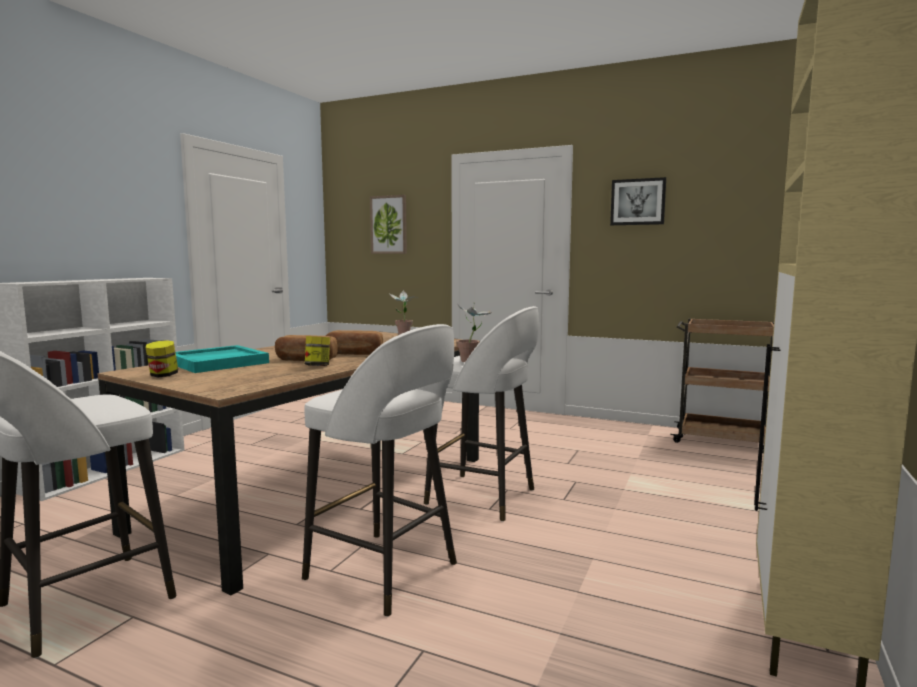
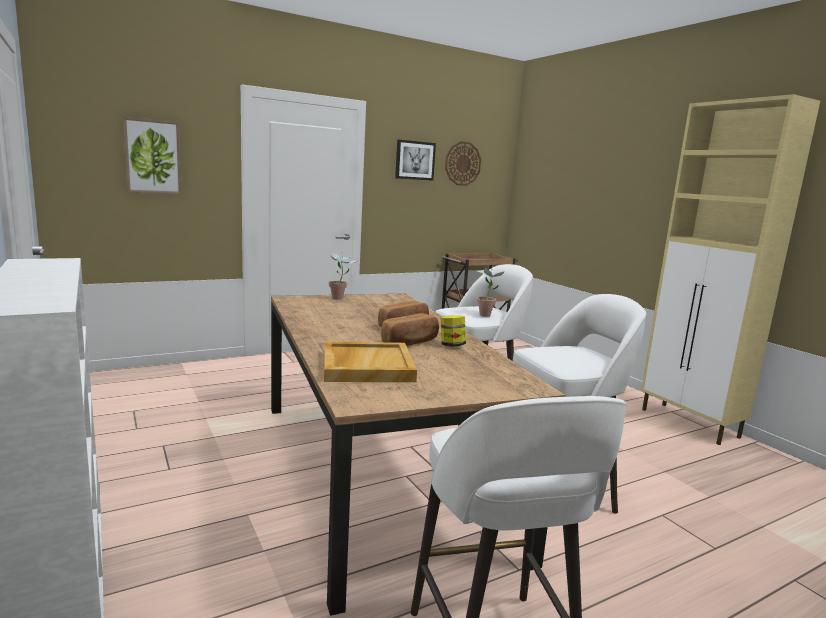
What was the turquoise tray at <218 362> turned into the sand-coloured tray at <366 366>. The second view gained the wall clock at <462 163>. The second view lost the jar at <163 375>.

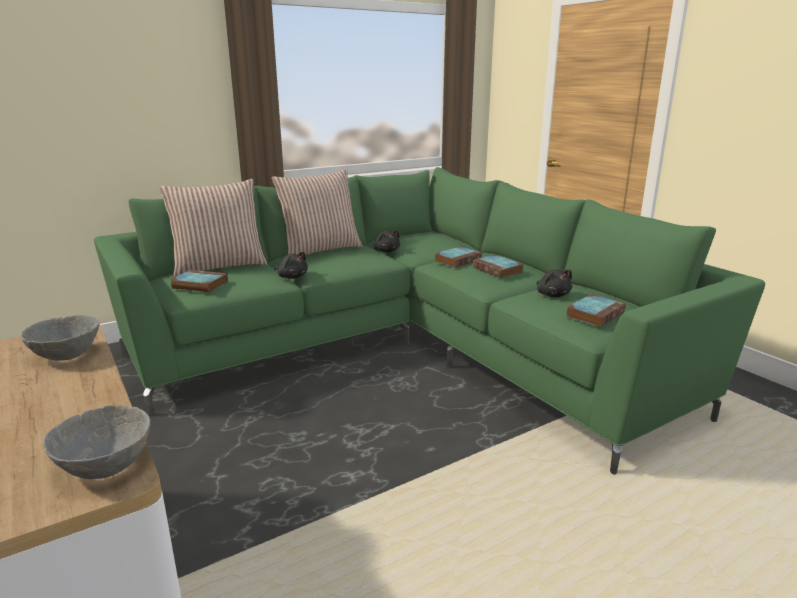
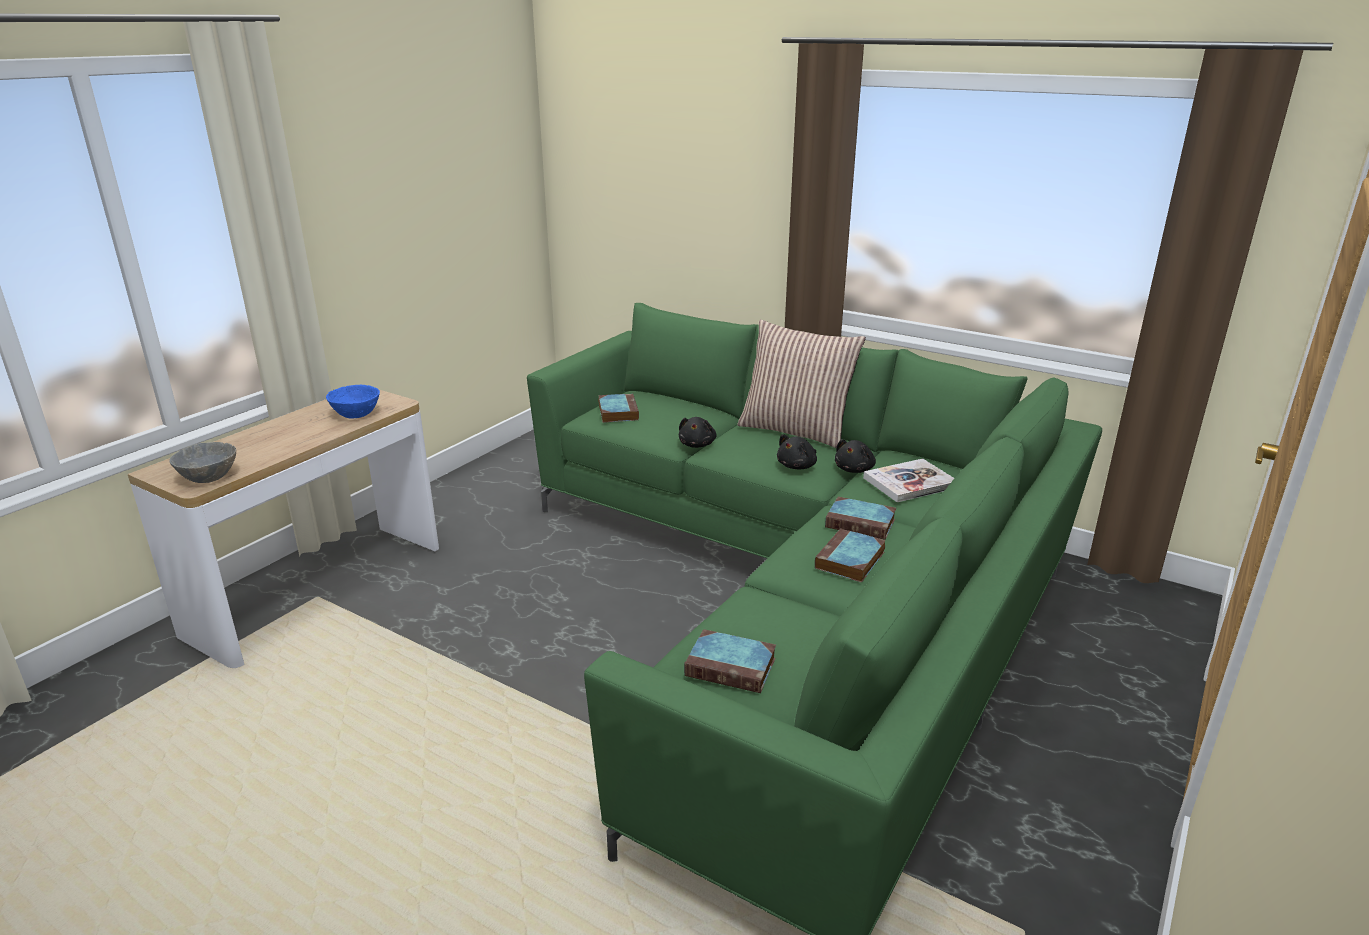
What was the greyish bowl at <67 355> turned into the bluish bowl at <356 414>. The black cuddly toy ended up elsewhere, having gone from <552 295> to <798 466>. The second view gained the bound book at <910 483>. The second view lost the cushion at <219 266>.

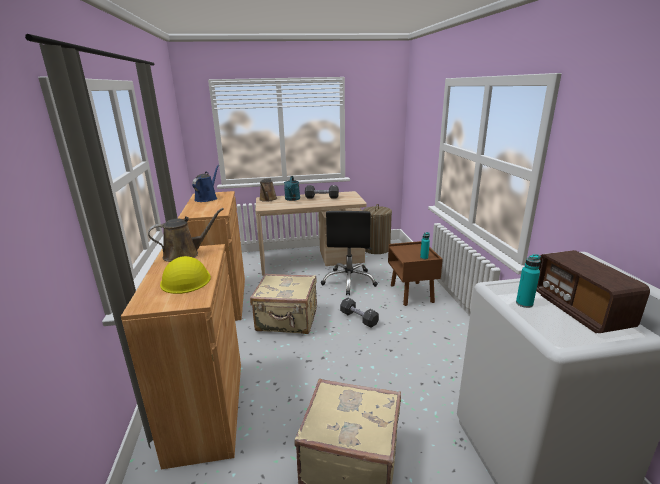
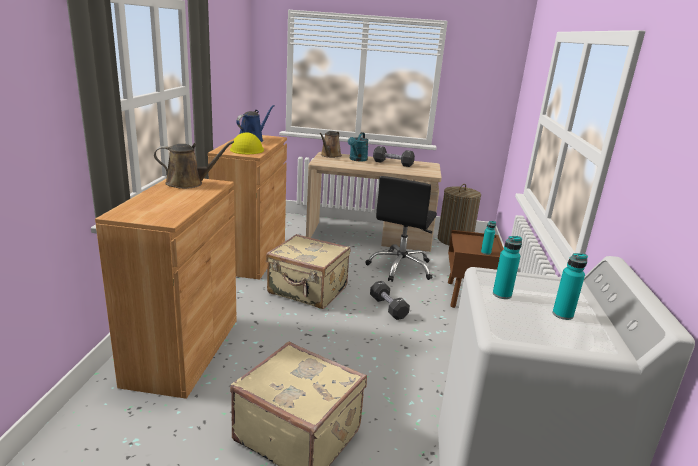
The yellow-coloured safety helmet ended up elsewhere, having gone from <185 279> to <247 149>. Where the radio stood at <580 310>, the turquoise beverage bottle came to stand at <562 314>.

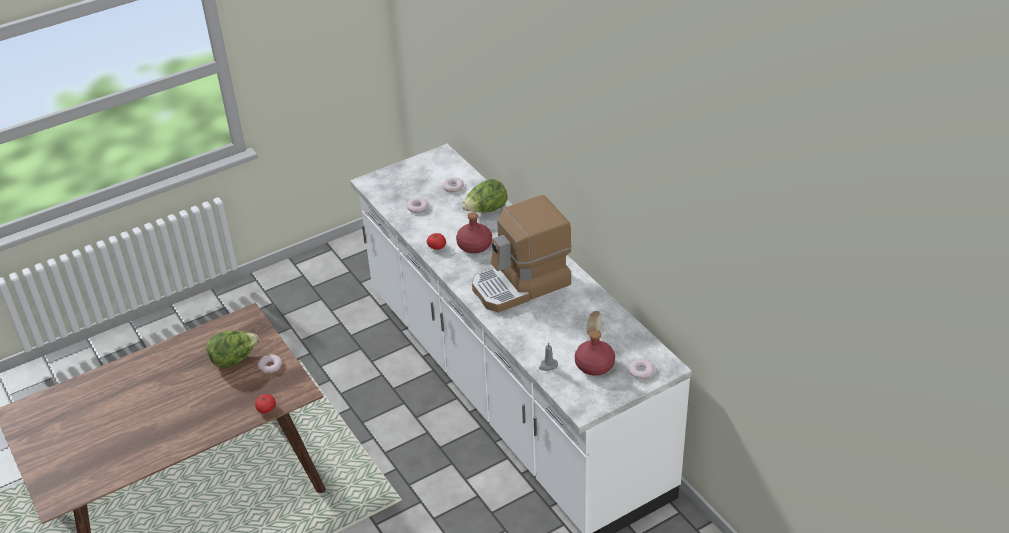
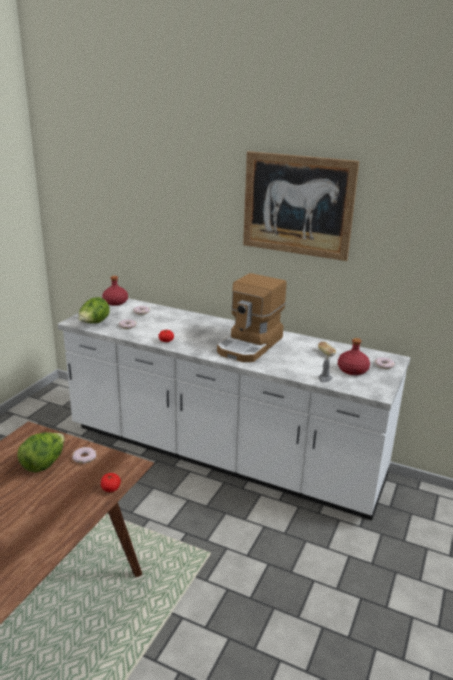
The lettuce ended up elsewhere, having gone from <486 211> to <94 323>. The red-coloured beverage bottle ended up elsewhere, having gone from <474 245> to <115 302>. The second view gained the picture at <297 205>.

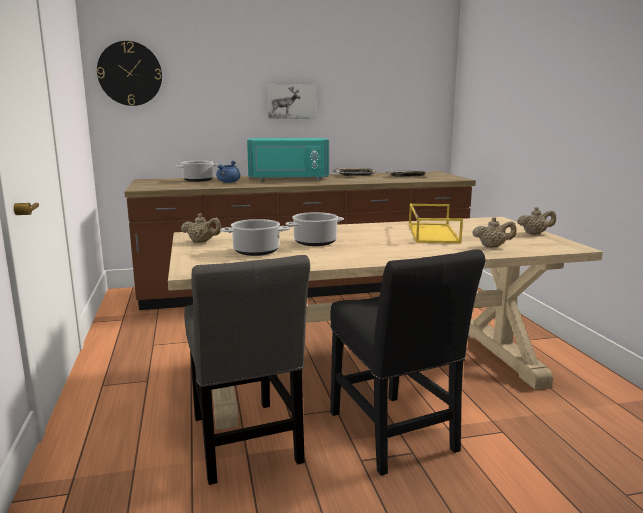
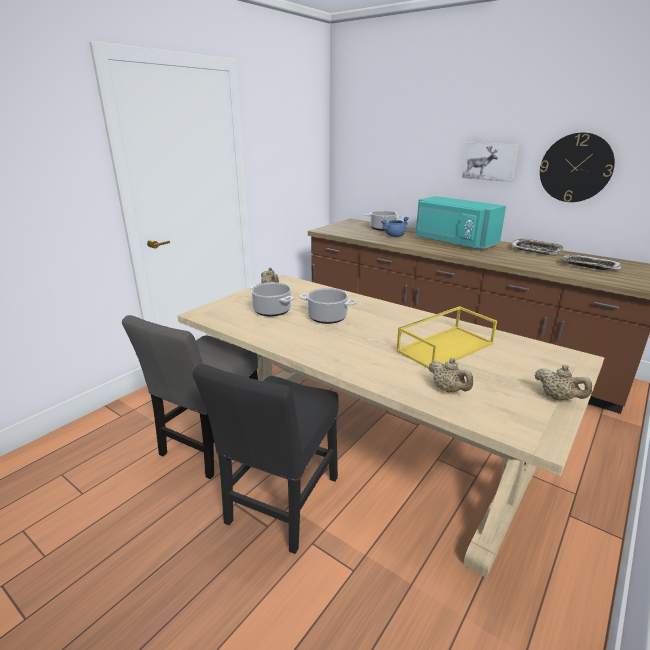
The wall clock ended up elsewhere, having gone from <130 73> to <575 168>.

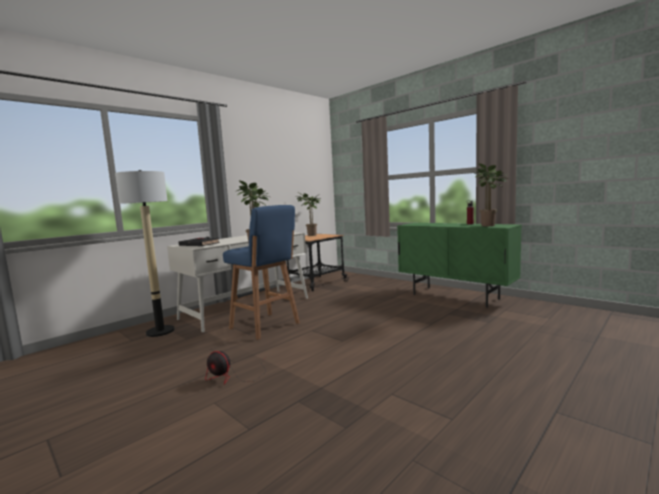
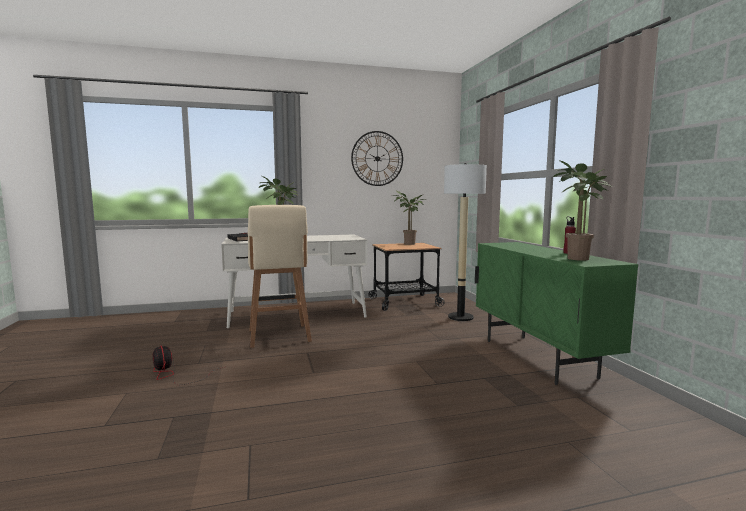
What was the bluish sitting stool at <266 326> turned into the sand-coloured sitting stool at <279 336>. The second view gained the wall clock at <377 158>. The standard lamp ended up elsewhere, having gone from <160 331> to <460 317>.

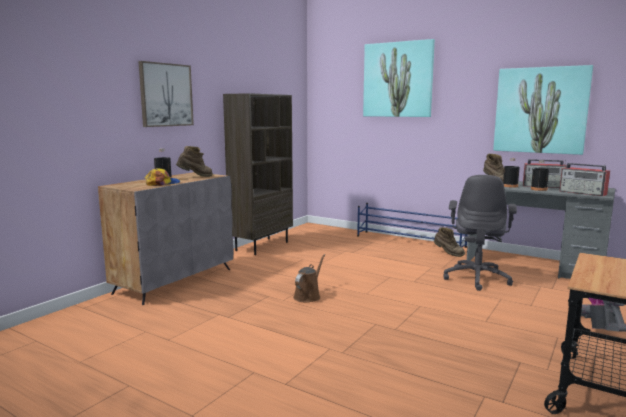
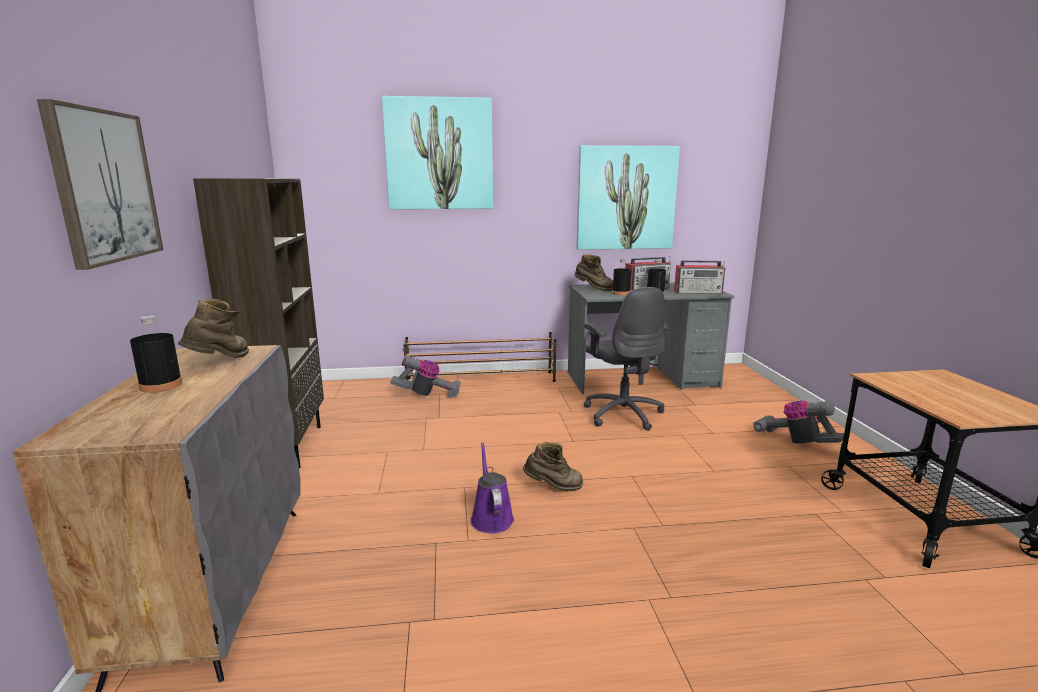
The second view gained the vacuum cleaner at <427 395>. What was the bluish shoe stand at <410 241> turned into the brown shoe stand at <481 380>. What was the brown watering pot at <308 296> turned into the purple-coloured watering pot at <491 517>. The brown tall boot ended up elsewhere, having gone from <448 253> to <553 487>. The second view lost the peaked cap at <162 183>.

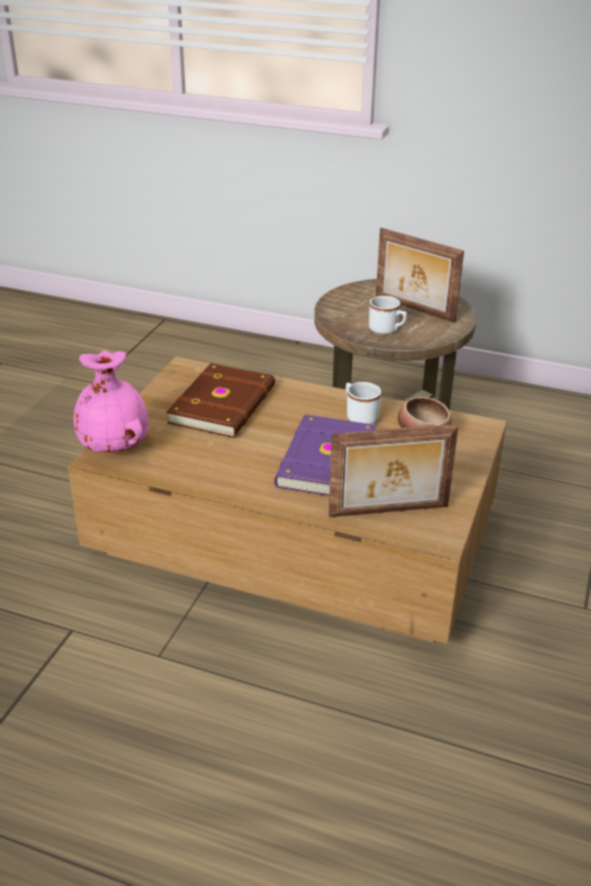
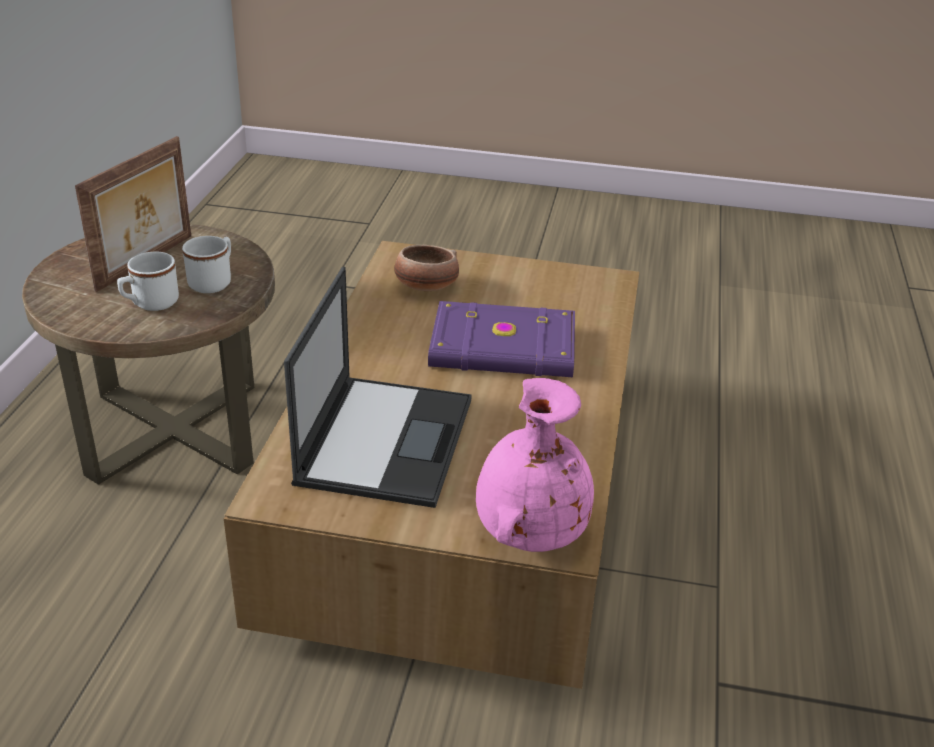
The white-coloured mug ended up elsewhere, having gone from <359 415> to <150 304>. Where the brown bound book stood at <225 405>, the laptop came to stand at <385 439>. The second view lost the photo frame at <389 512>.

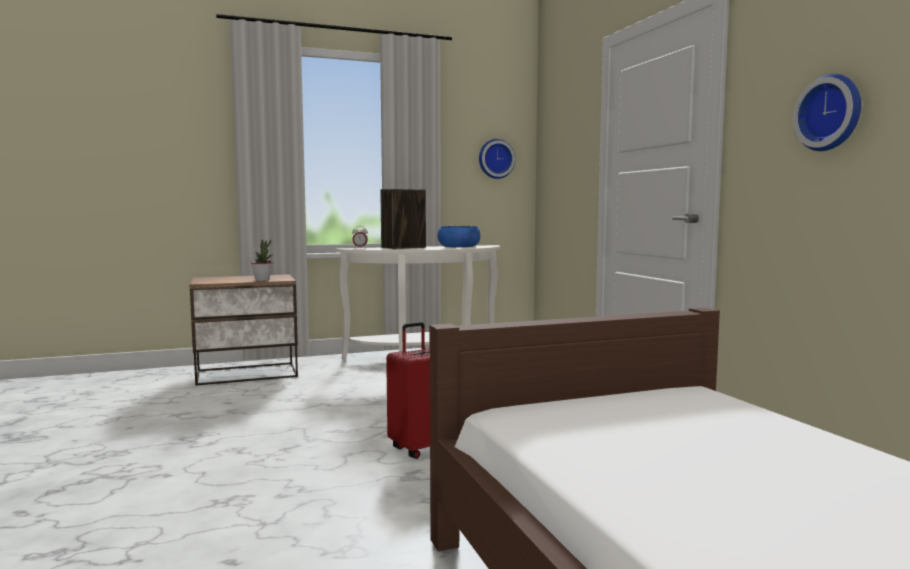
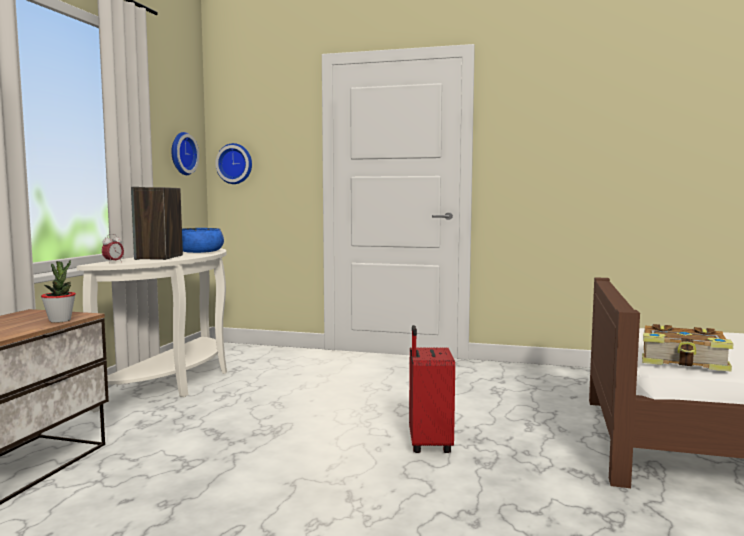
The wall clock ended up elsewhere, having gone from <831 113> to <235 164>. The second view gained the bound book at <684 361>.

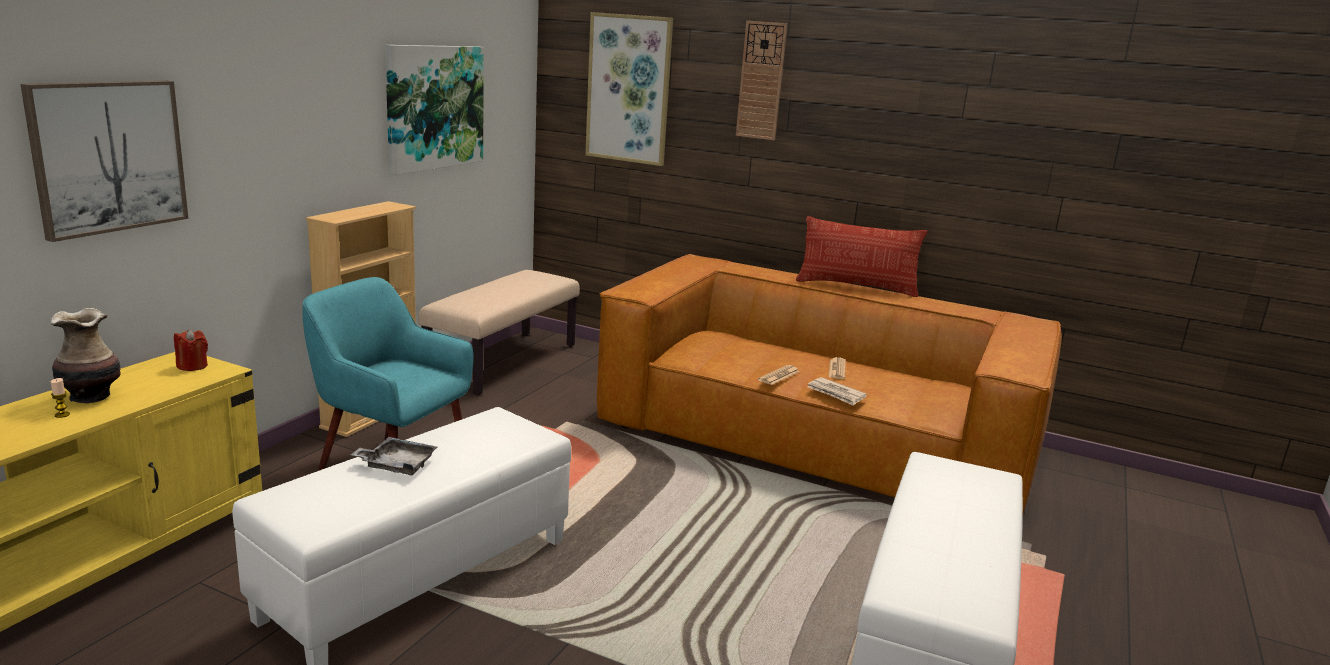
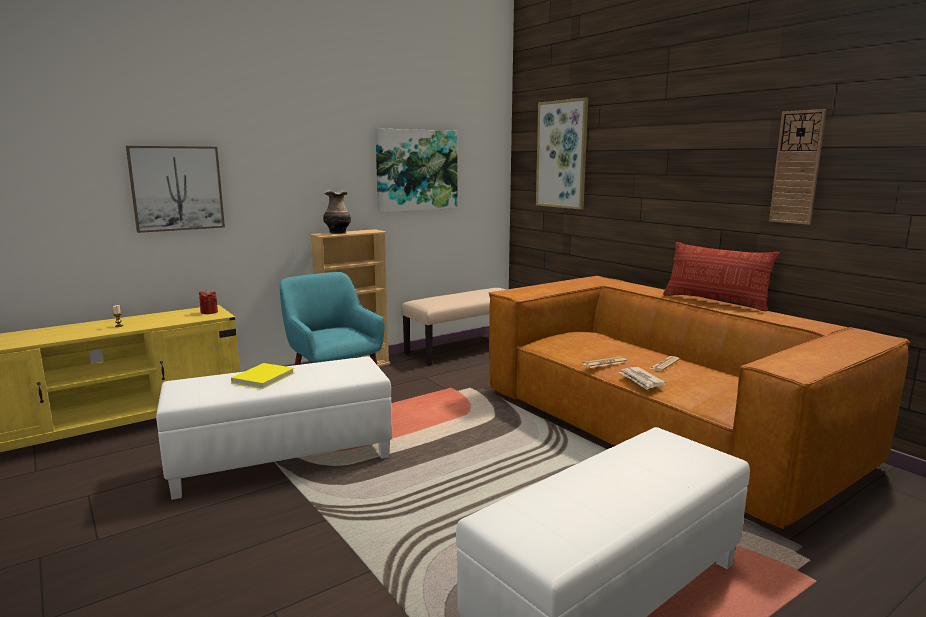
Where the greyish tray stood at <397 465>, the yellow-coloured bound book came to stand at <264 377>. The decorative vase ended up elsewhere, having gone from <90 396> to <337 232>. The wall clock ended up elsewhere, having gone from <761 81> to <797 167>.

